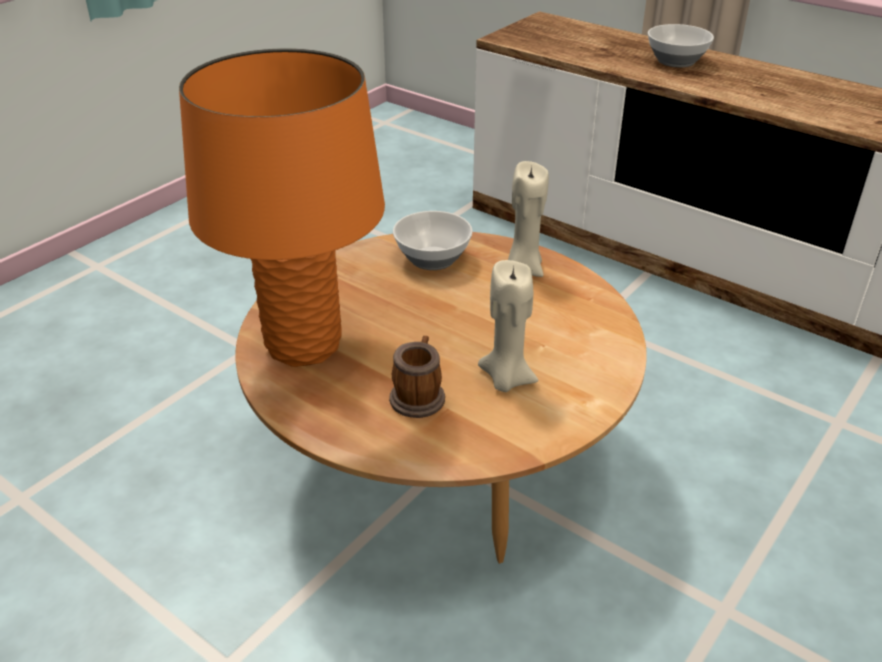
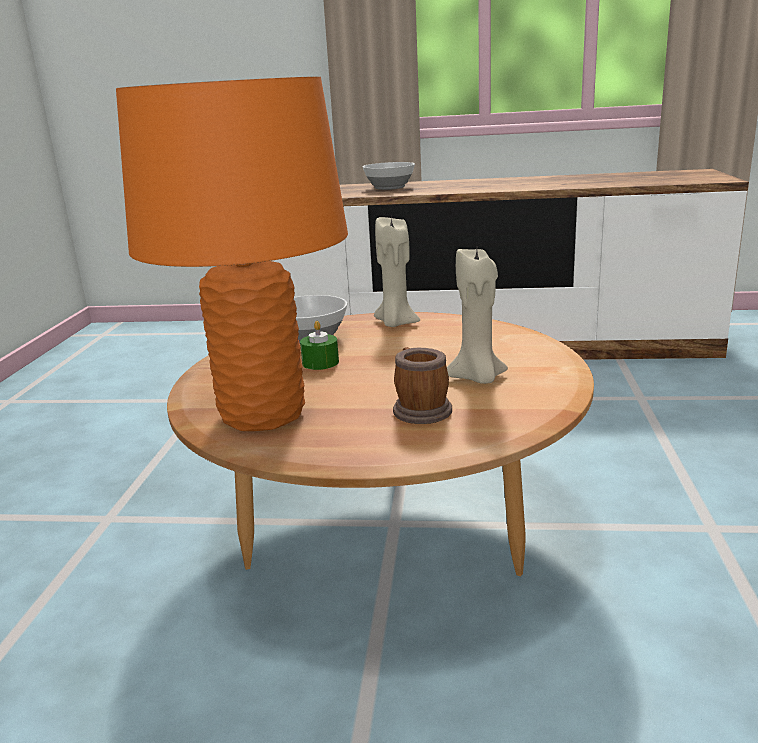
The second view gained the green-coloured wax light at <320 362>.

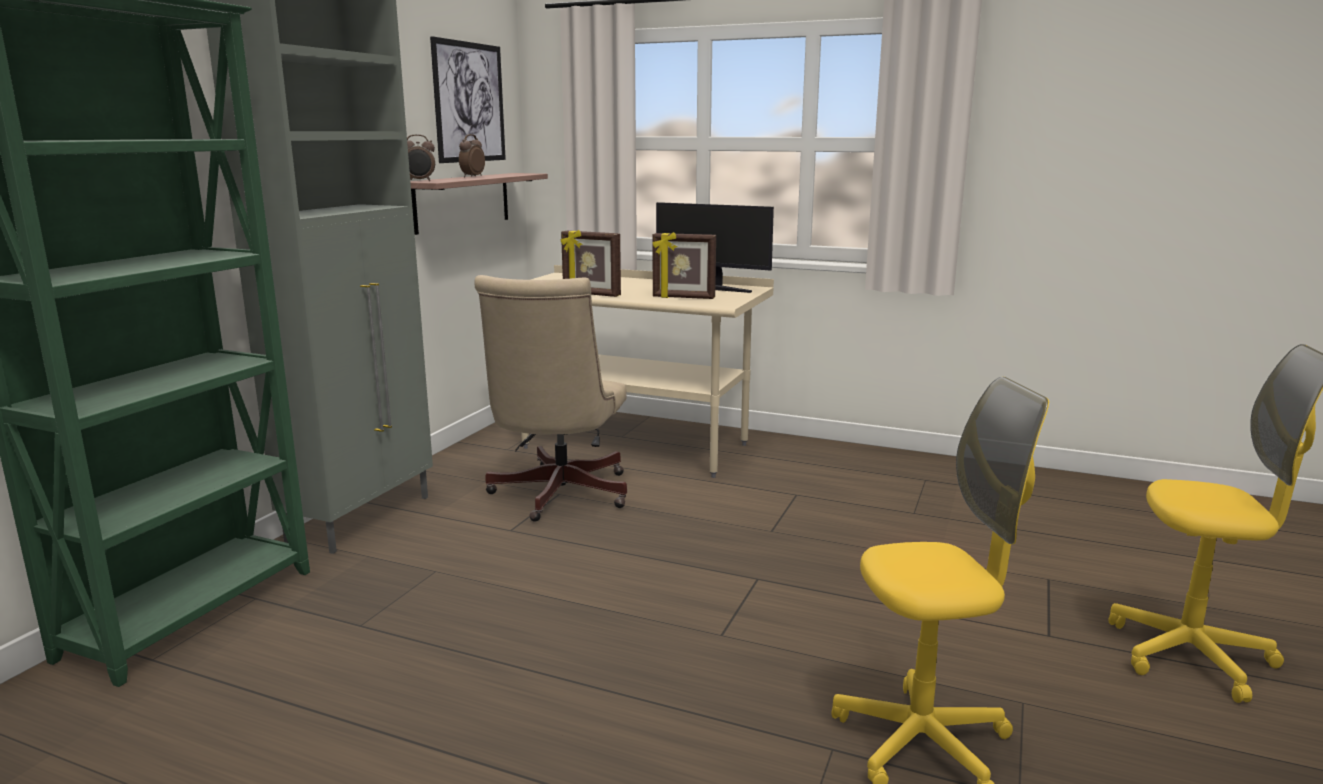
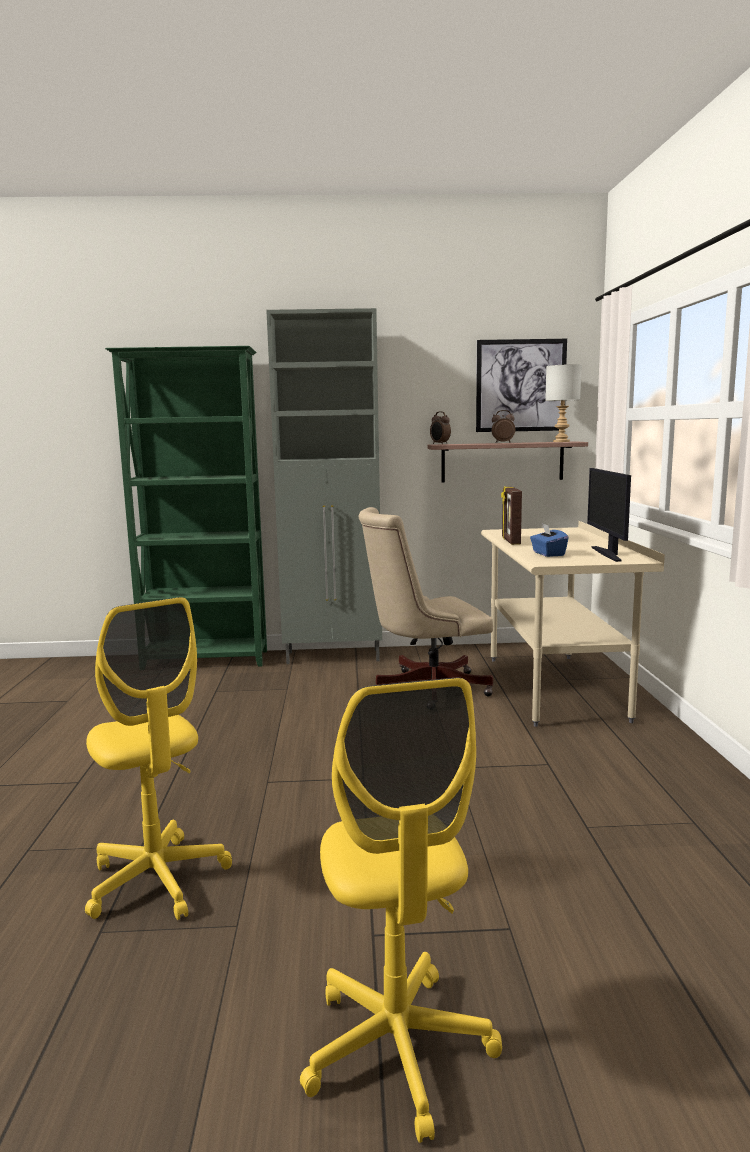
Where the photo frame stood at <683 298>, the bluish box of tissues came to stand at <548 554>. The second view gained the greyish table lamp at <562 441>.

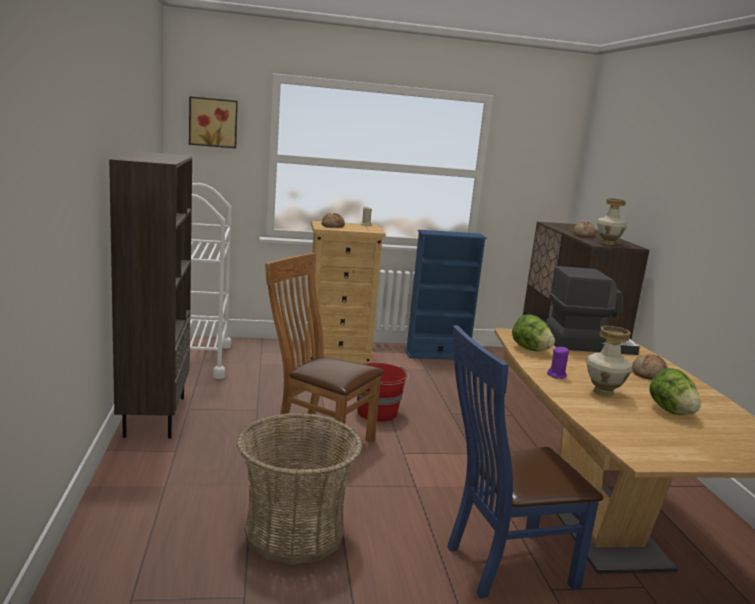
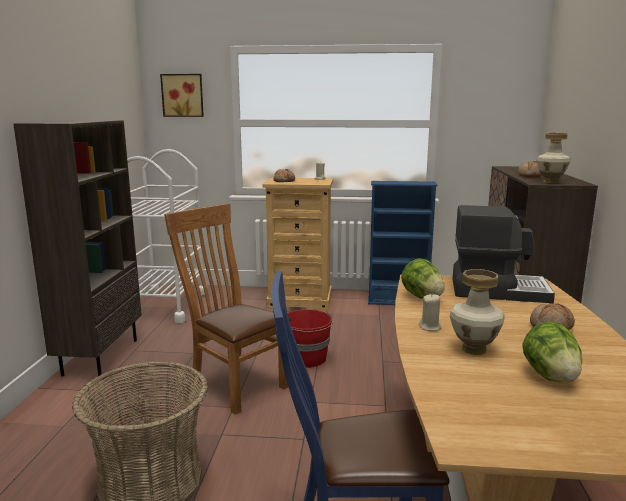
What was the purple-coloured wax light at <557 375> turned into the sand-coloured wax light at <430 327>.

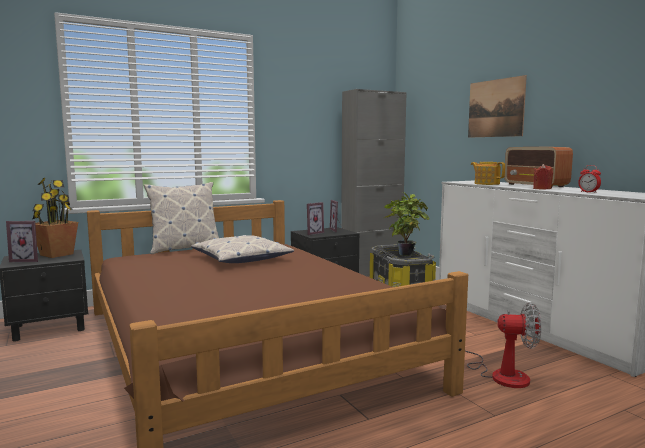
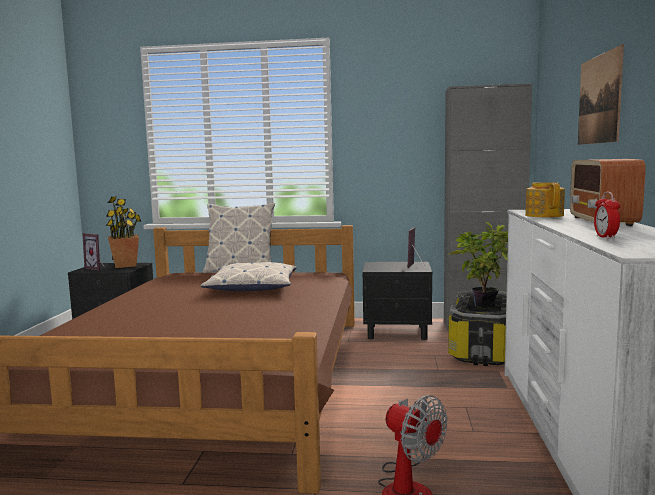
The second view lost the photo frame at <312 233>. The second view lost the red-coloured wax light at <542 189>.

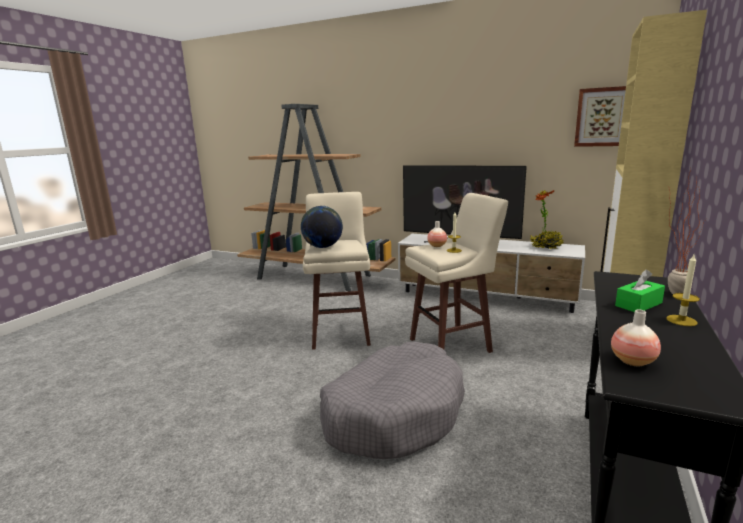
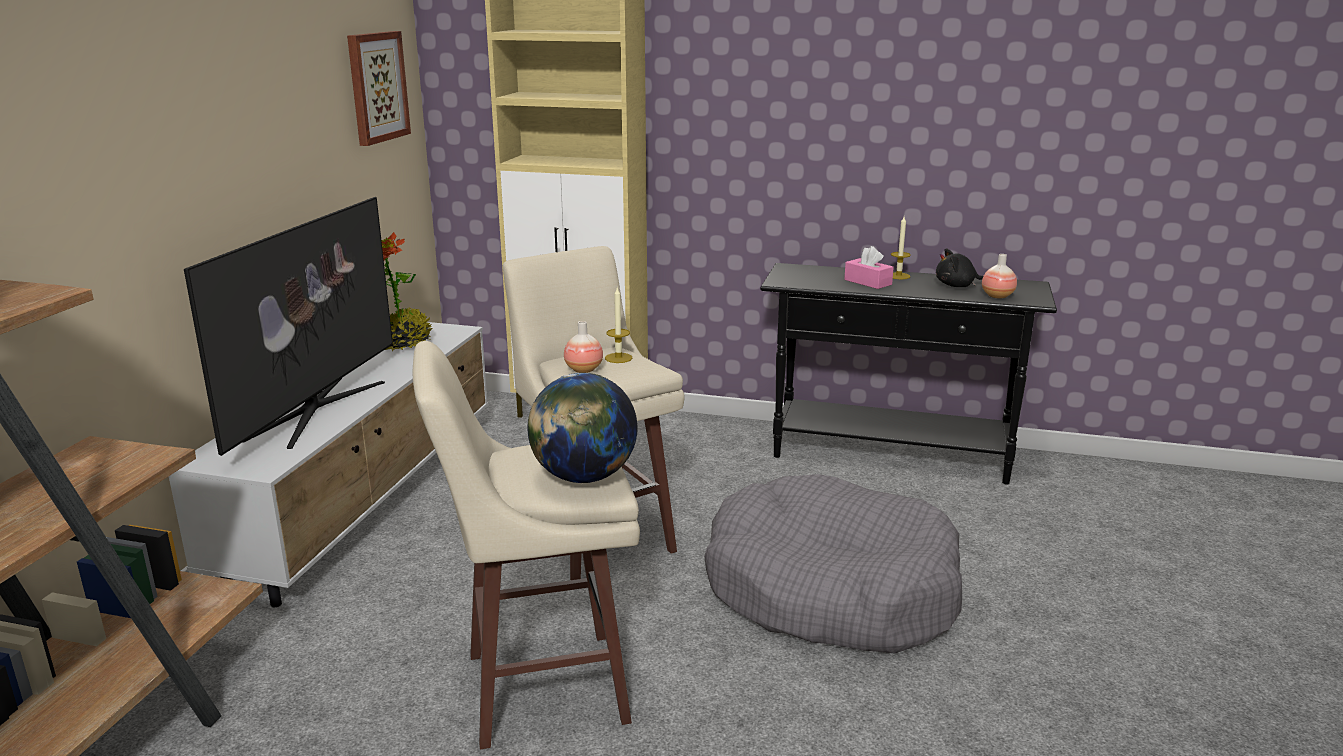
What was the green-coloured box of tissues at <638 304> turned into the pinkish box of tissues at <867 282>. The second view gained the black cuddly toy at <957 286>. The second view lost the potted plant at <671 292>.

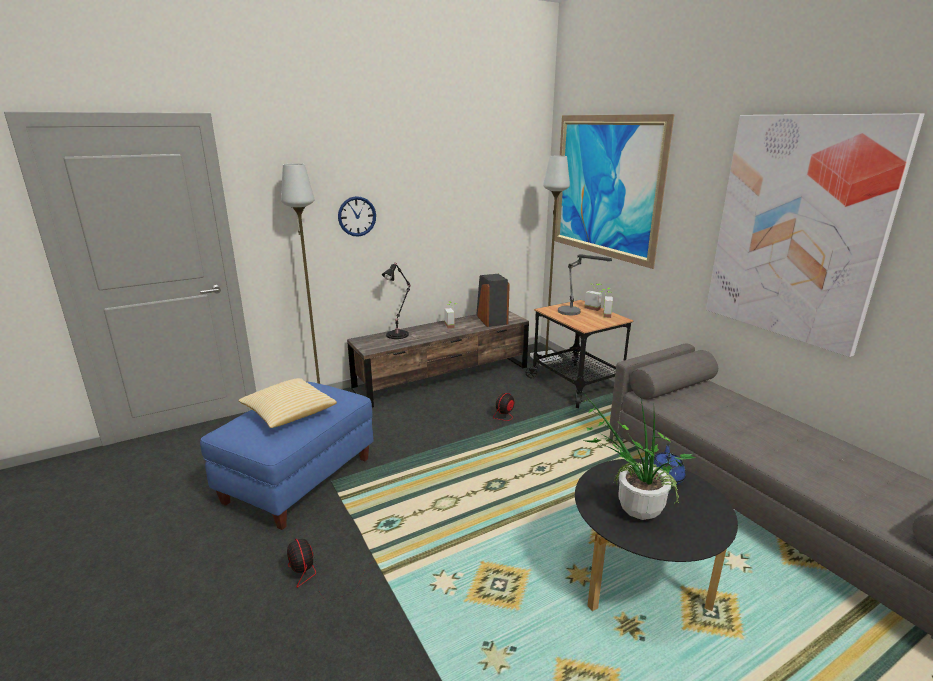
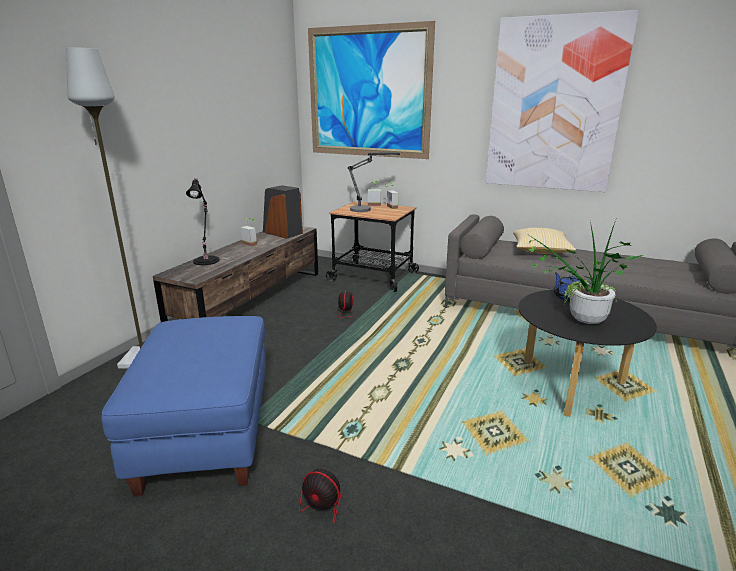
The cushion ended up elsewhere, having gone from <289 414> to <540 251>. The second view lost the wall clock at <357 216>. The second view lost the greyish standard lamp at <545 359>.

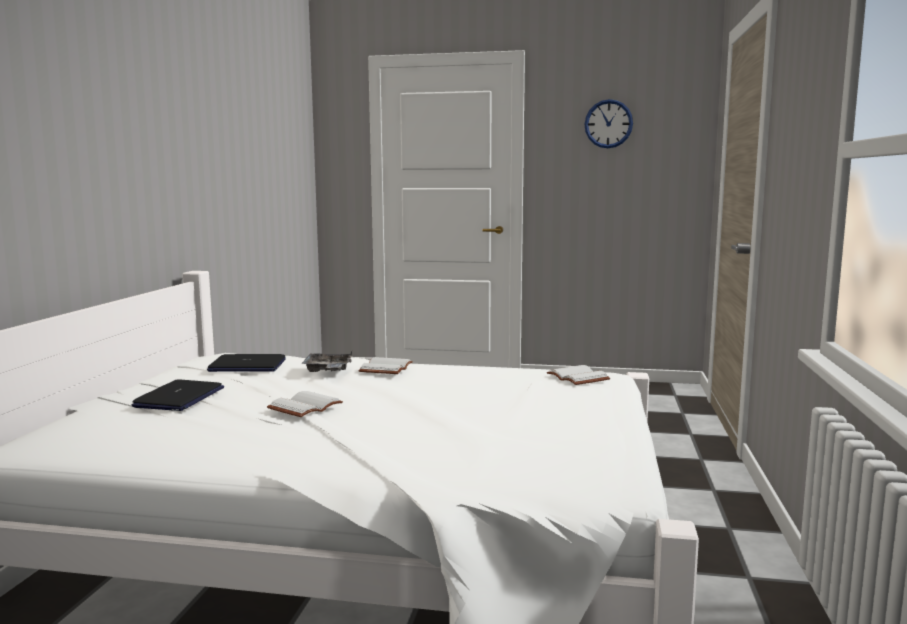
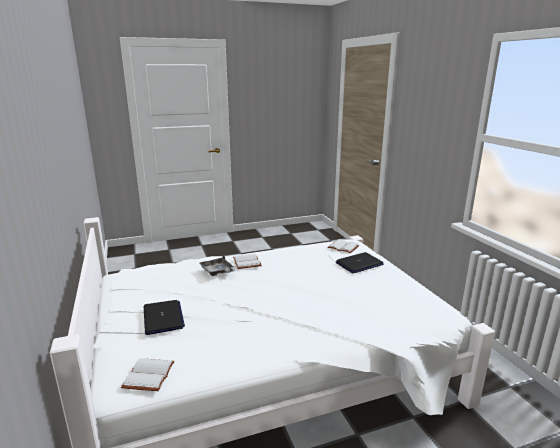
The white-coloured bound book ended up elsewhere, having gone from <305 406> to <148 375>. The laptop ended up elsewhere, having gone from <247 366> to <359 264>. The second view lost the wall clock at <608 124>.

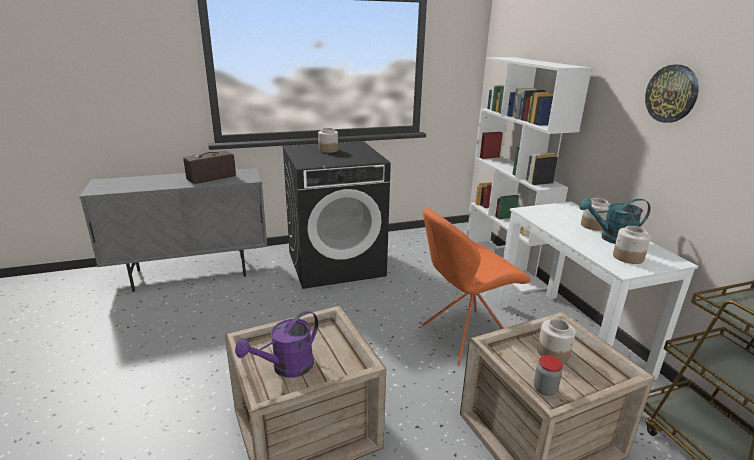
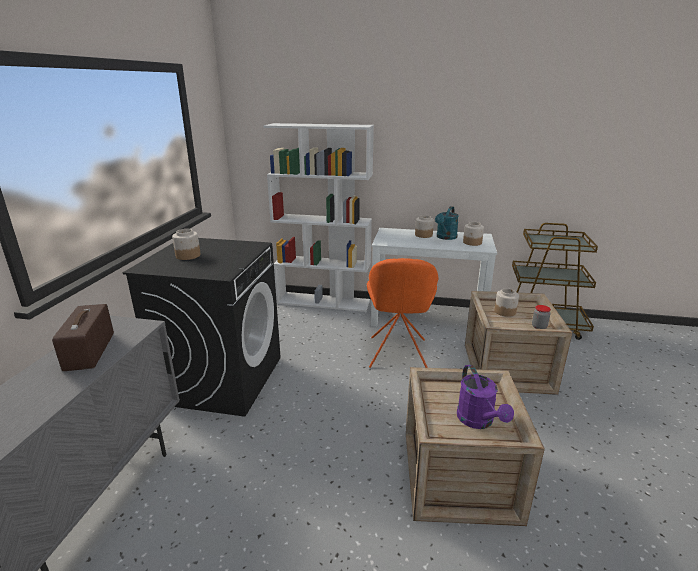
The second view lost the wall clock at <672 94>.

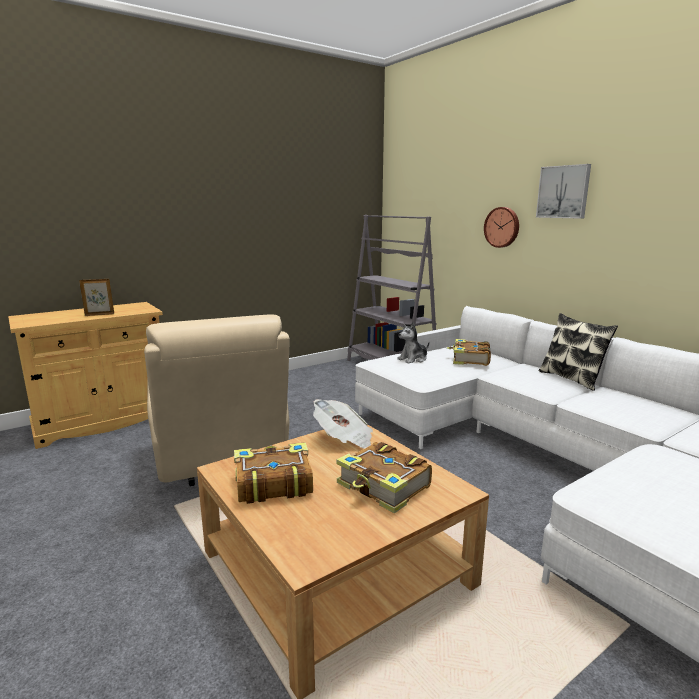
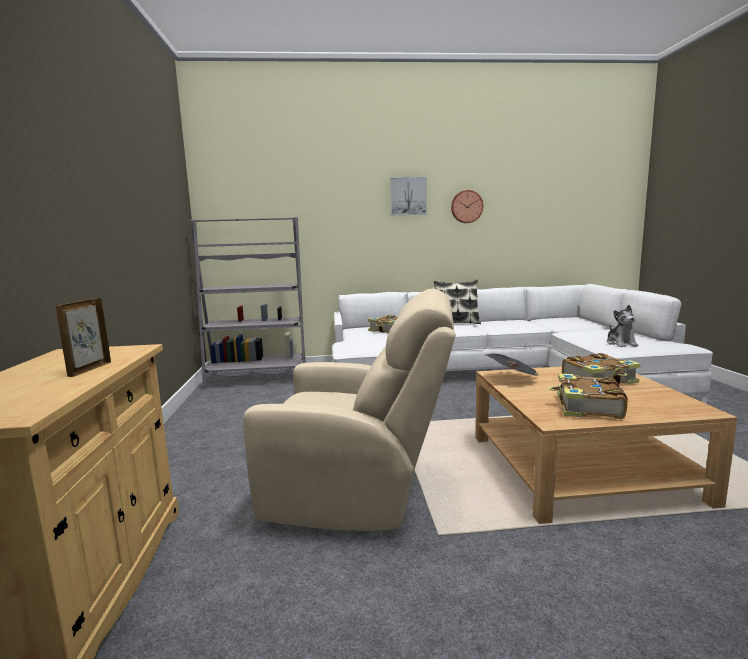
The wall clock ended up elsewhere, having gone from <502 227> to <466 206>. The cuddly toy ended up elsewhere, having gone from <413 359> to <621 343>.

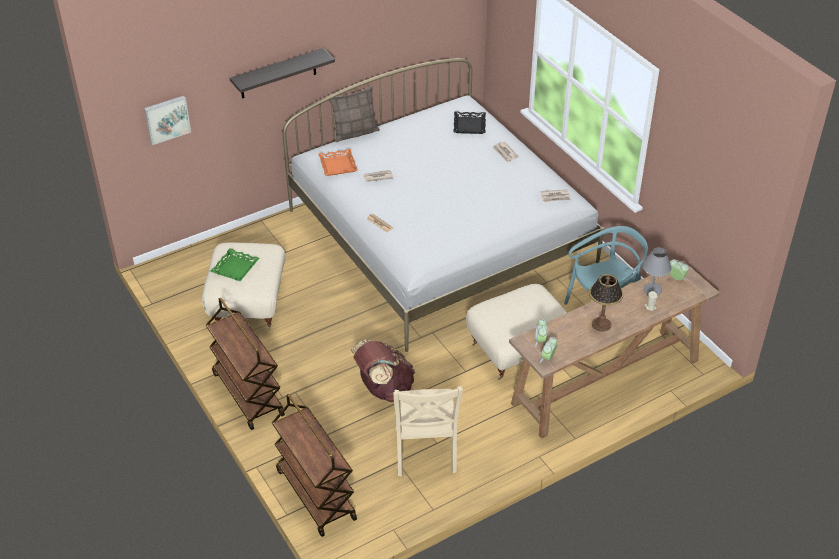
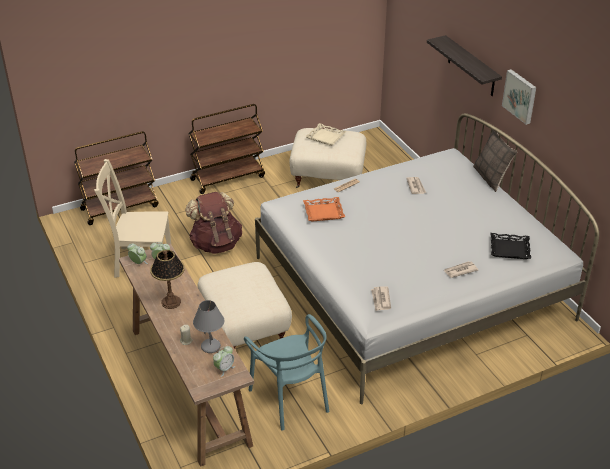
The orangey tray ended up elsewhere, having gone from <337 165> to <323 212>. What was the green-coloured tray at <235 268> turned into the sand-coloured tray at <325 137>. The picture ended up elsewhere, having gone from <167 119> to <520 96>.

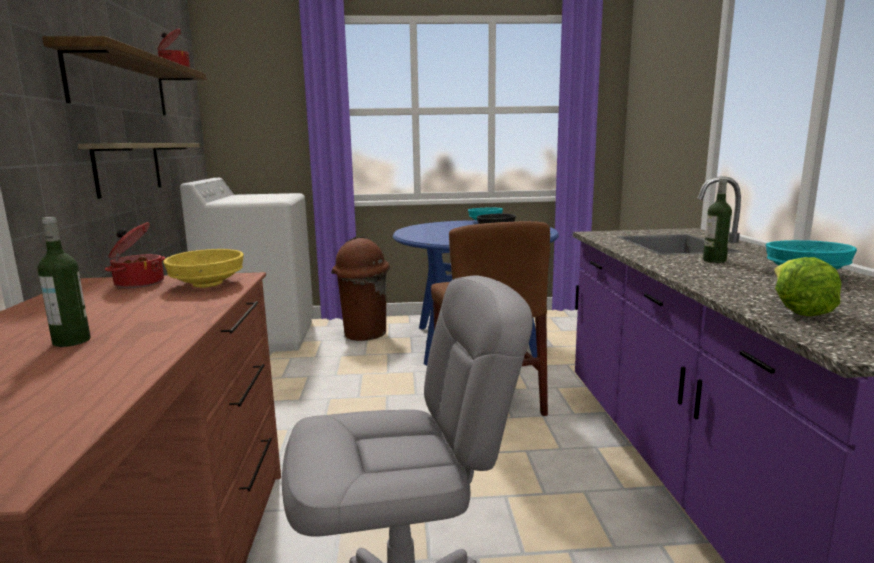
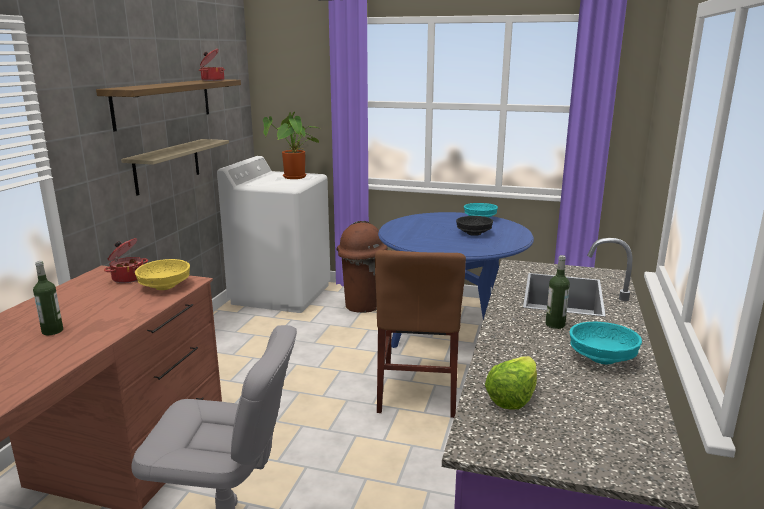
The second view gained the potted plant at <295 177>.

